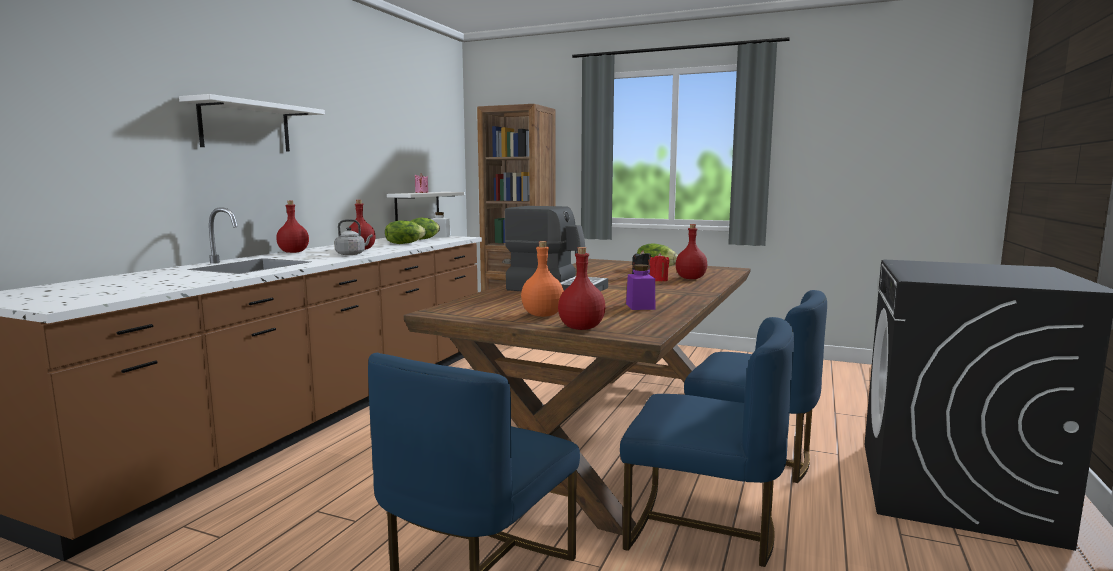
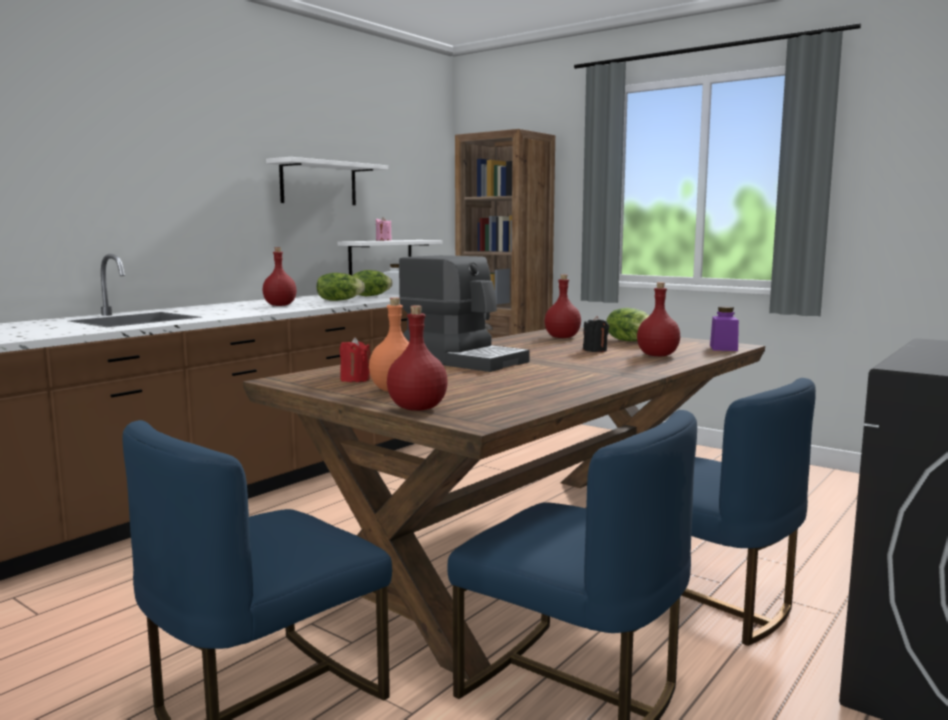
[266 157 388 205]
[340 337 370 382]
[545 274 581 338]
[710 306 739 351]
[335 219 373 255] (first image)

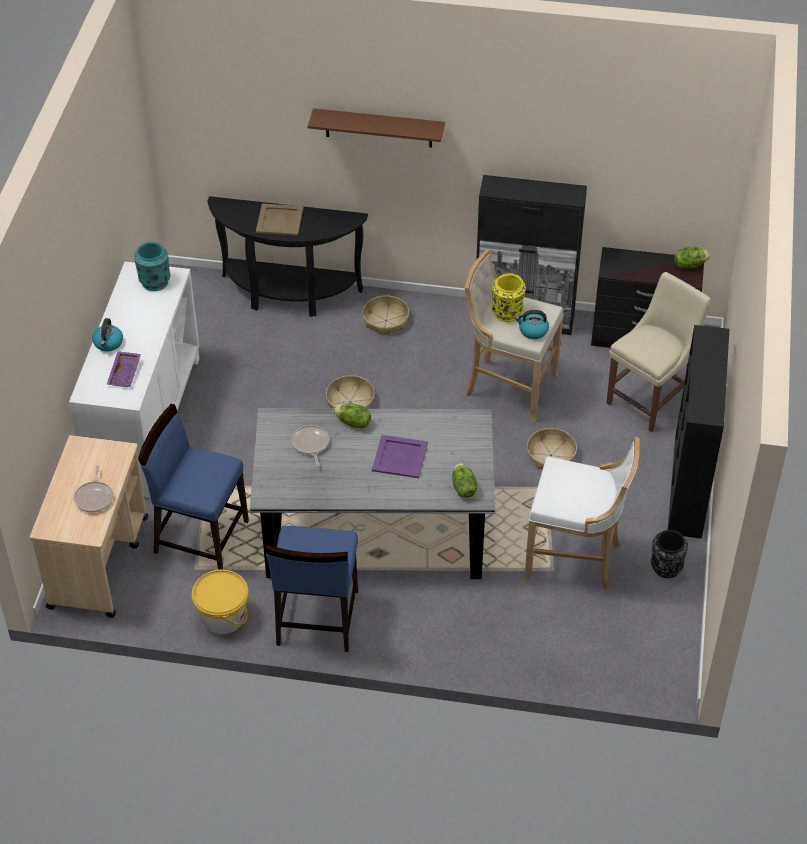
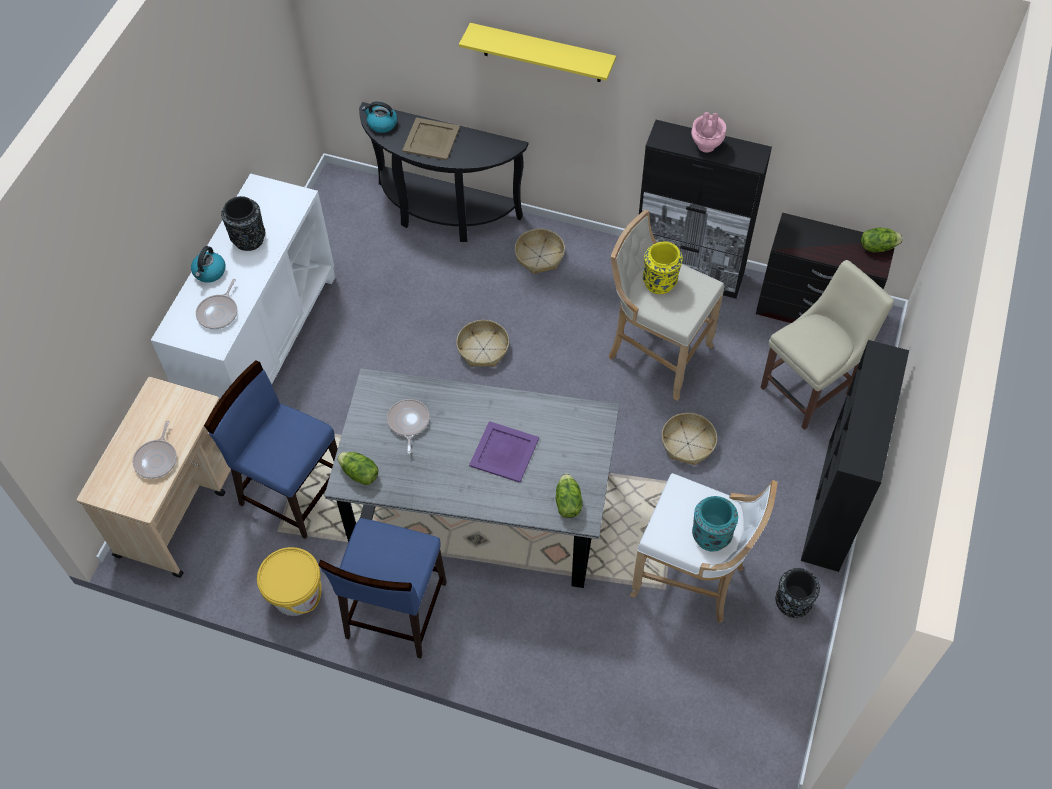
[196 279 237 329]
[221 196 265 251]
[337 452 379 485]
[362 101 397 133]
[459 23 616 82]
[691 112 726 152]
[692 496 738 551]

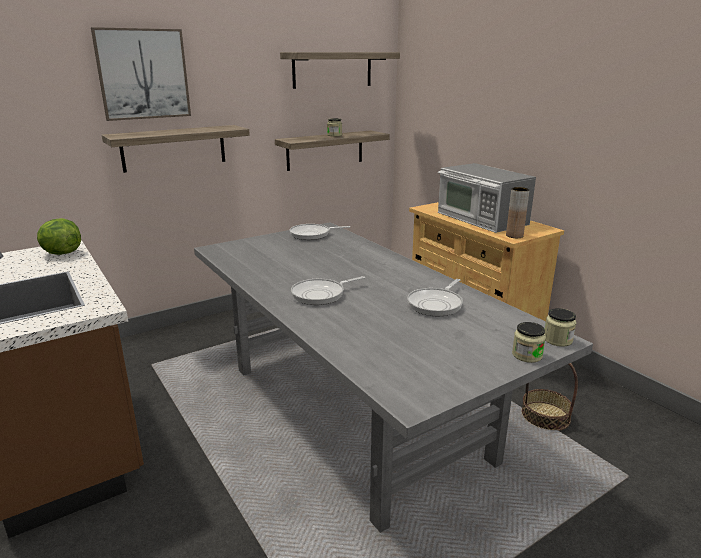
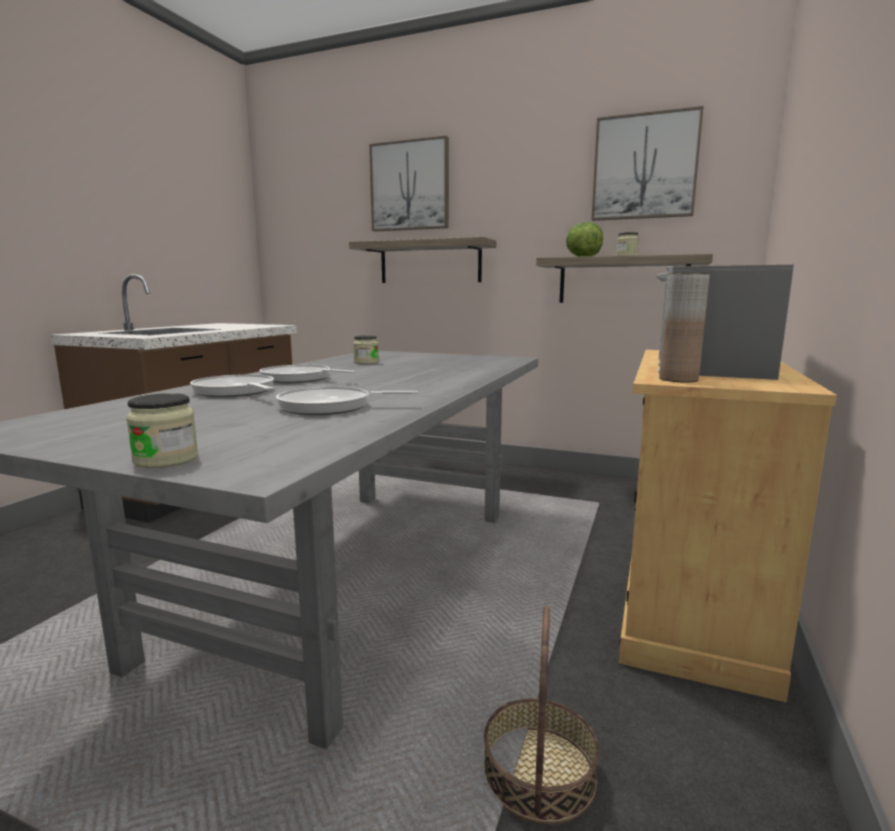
[190 374 274 397]
[353 335 379 364]
[566 222 603 257]
[592 106 704 221]

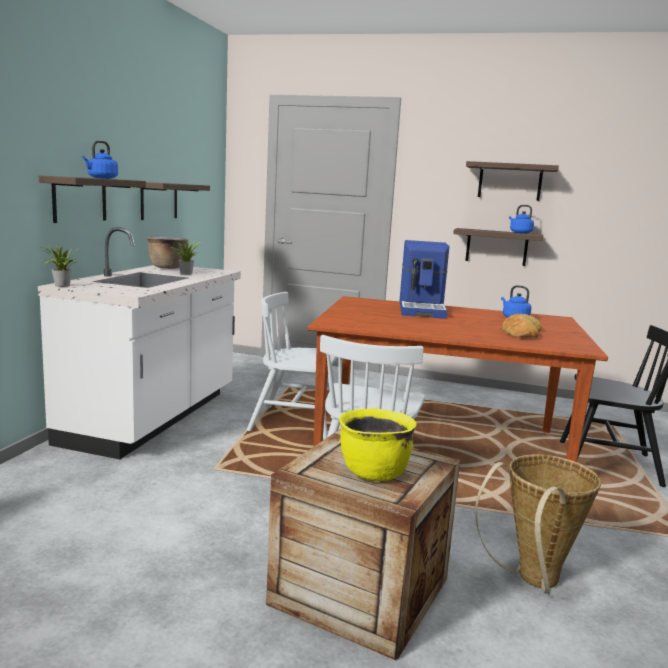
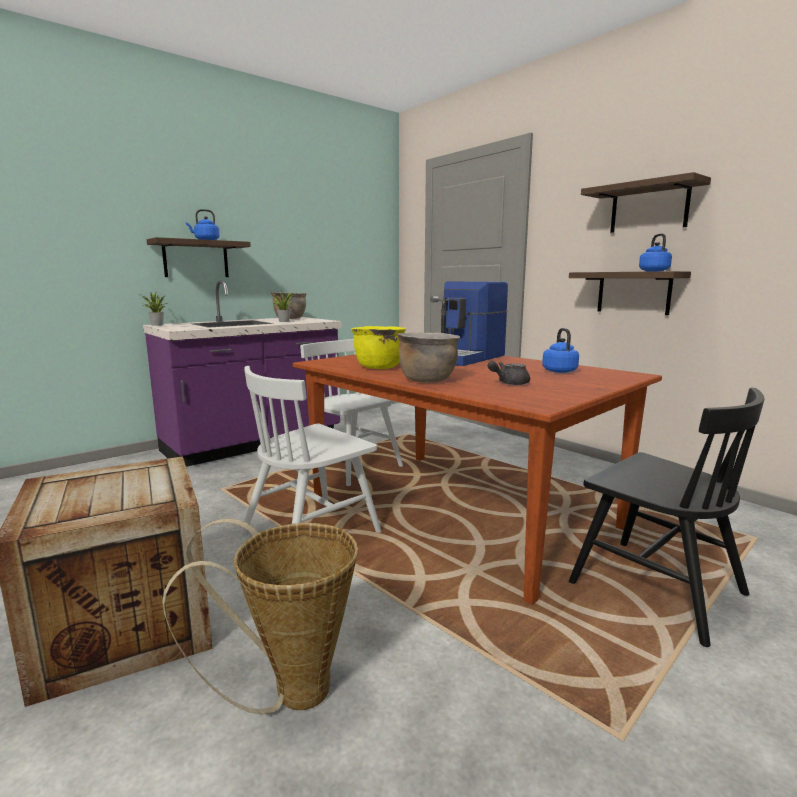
[143 281 342 467]
[351 326 406 369]
[397 333 460 383]
[488 361 530 385]
[133 182 210 220] (first image)

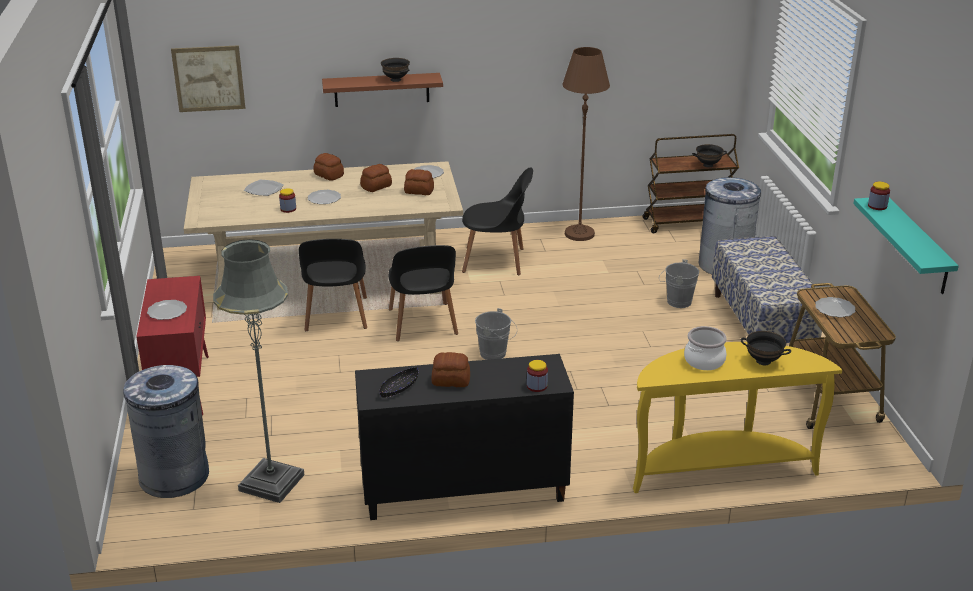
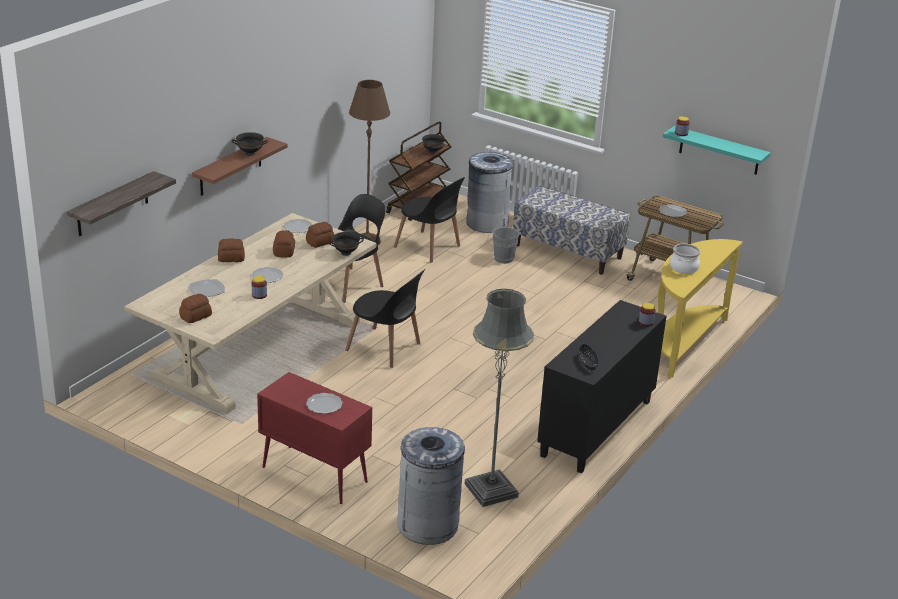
[67 171 176 236]
[179 294 212 323]
[329 232 364 256]
[394 177 465 263]
[475 308 517 360] (first image)

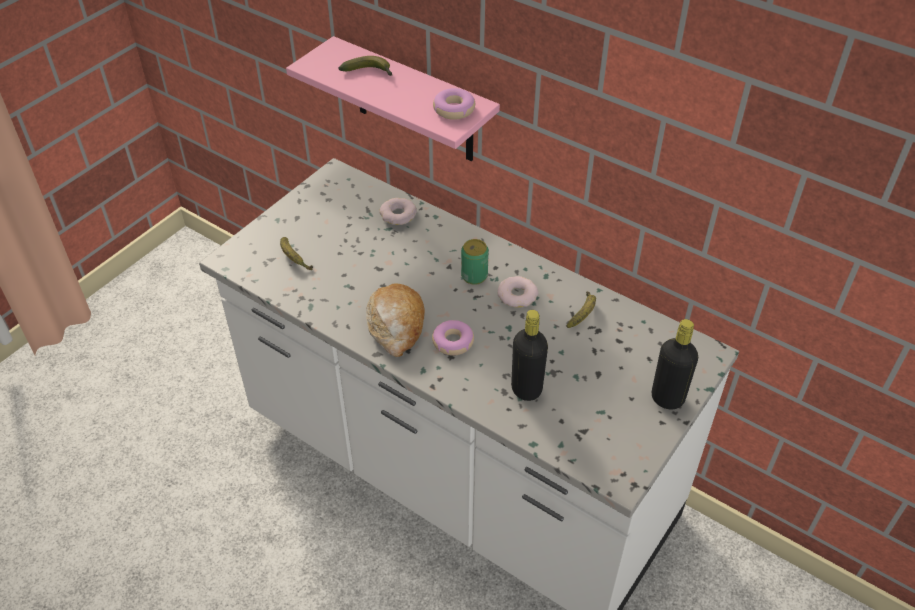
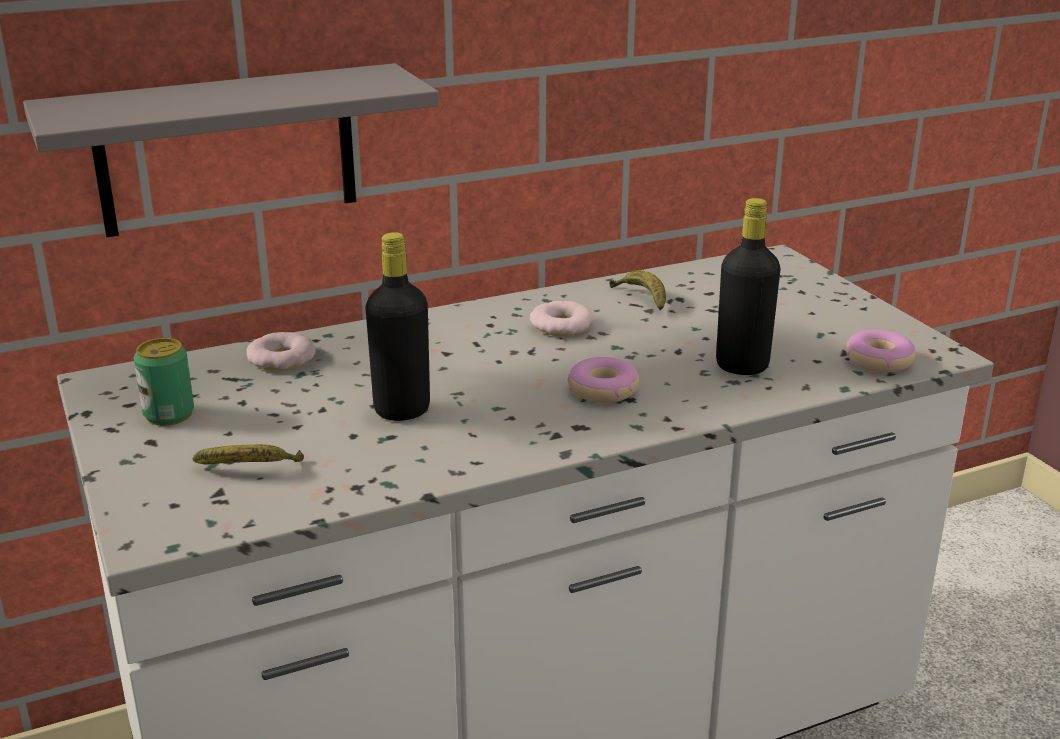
[23 63 439 237]
[134 338 194 426]
[366 232 430 421]
[846 330 916 373]
[338 56 393 76] (first image)
[366 283 425 357] (first image)

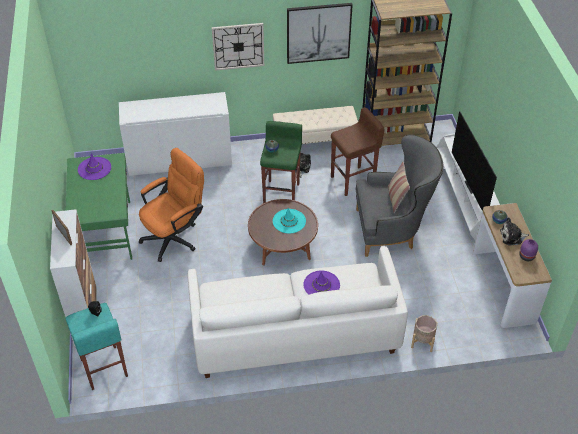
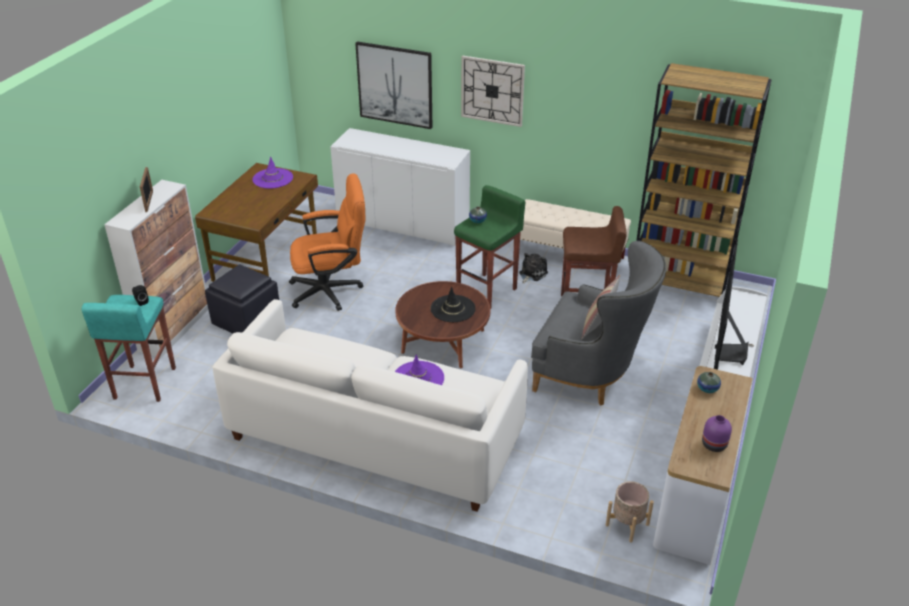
[195 163 318 282]
[205 264 279 333]
[355 41 432 129]
[431 287 476 322]
[606 481 654 542]
[500 217 529 246] (first image)

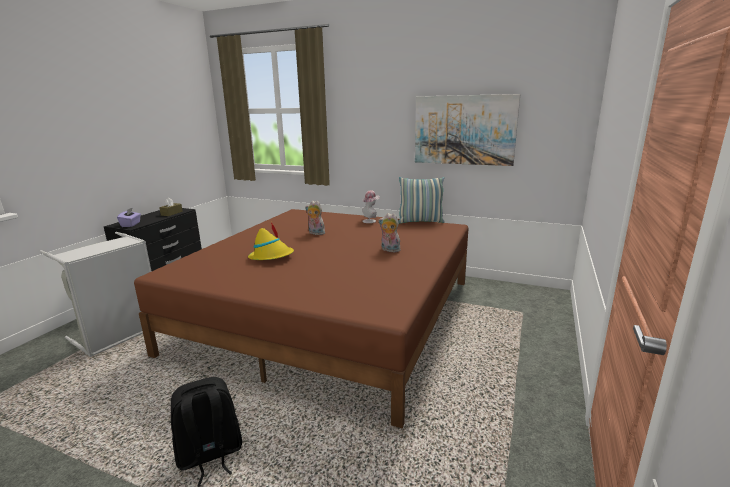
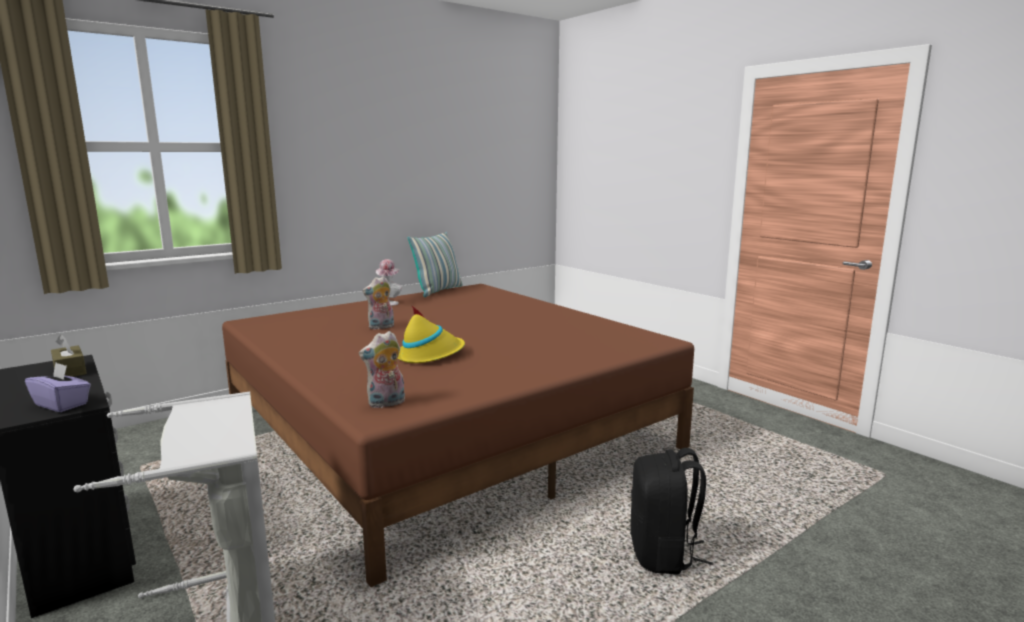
[359 331 405 408]
[415 94 520 166] (first image)

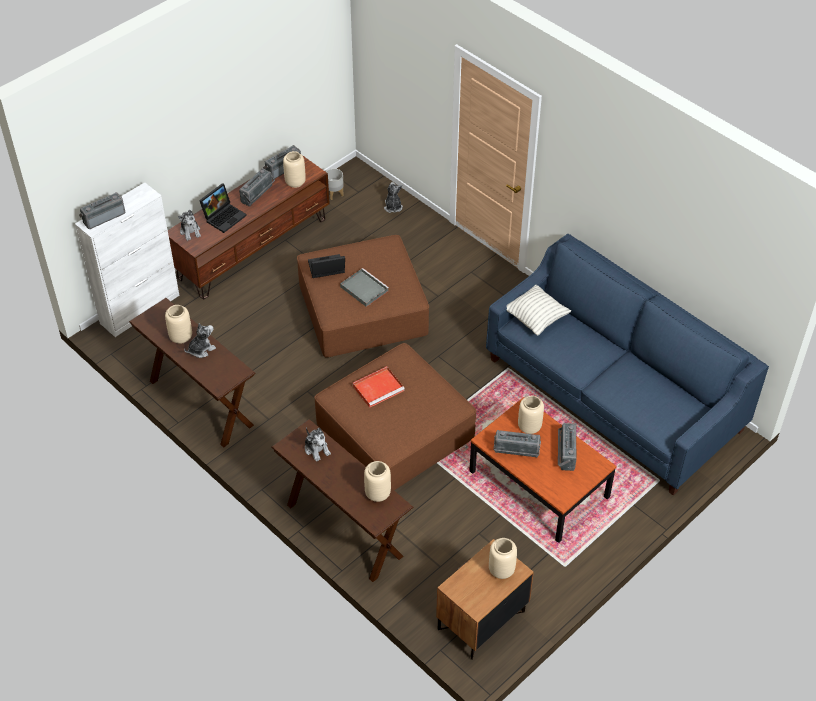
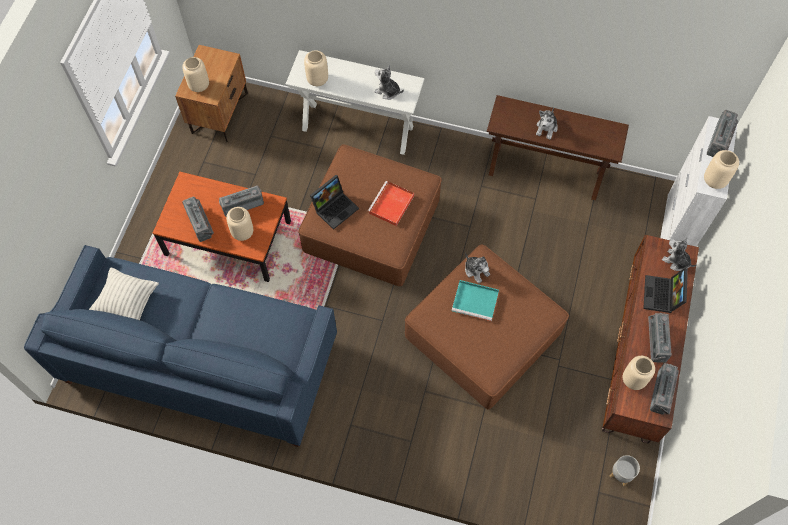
[89 268 159 320]
[285 50 425 155]
[310 175 359 230]
[452 280 499 321]
[465 252 490 283]
[704 150 739 189]

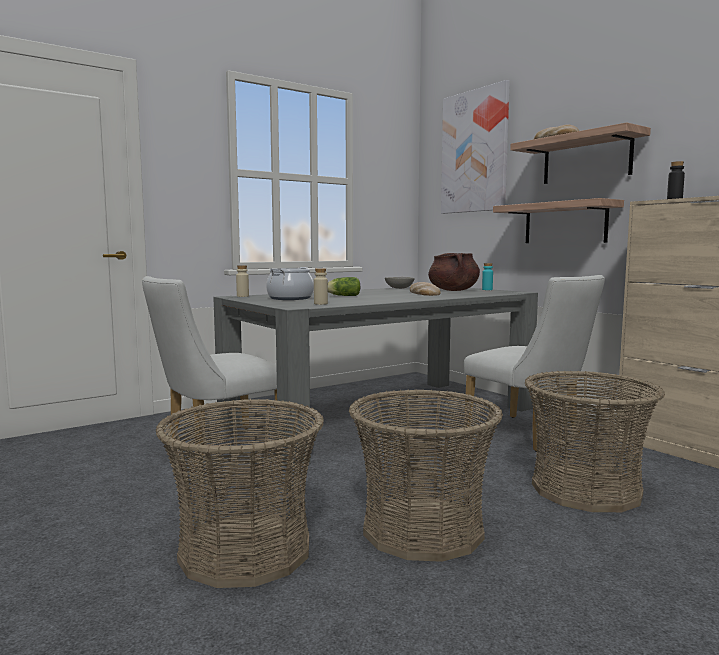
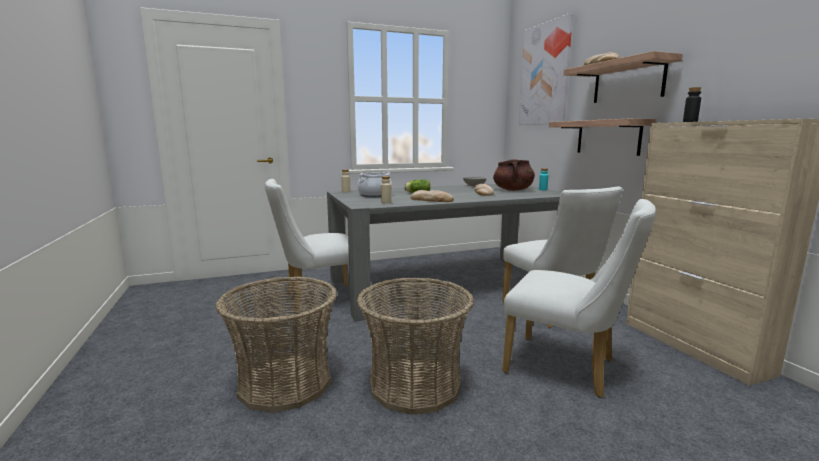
[411 190 454 202]
[502 199 656 398]

